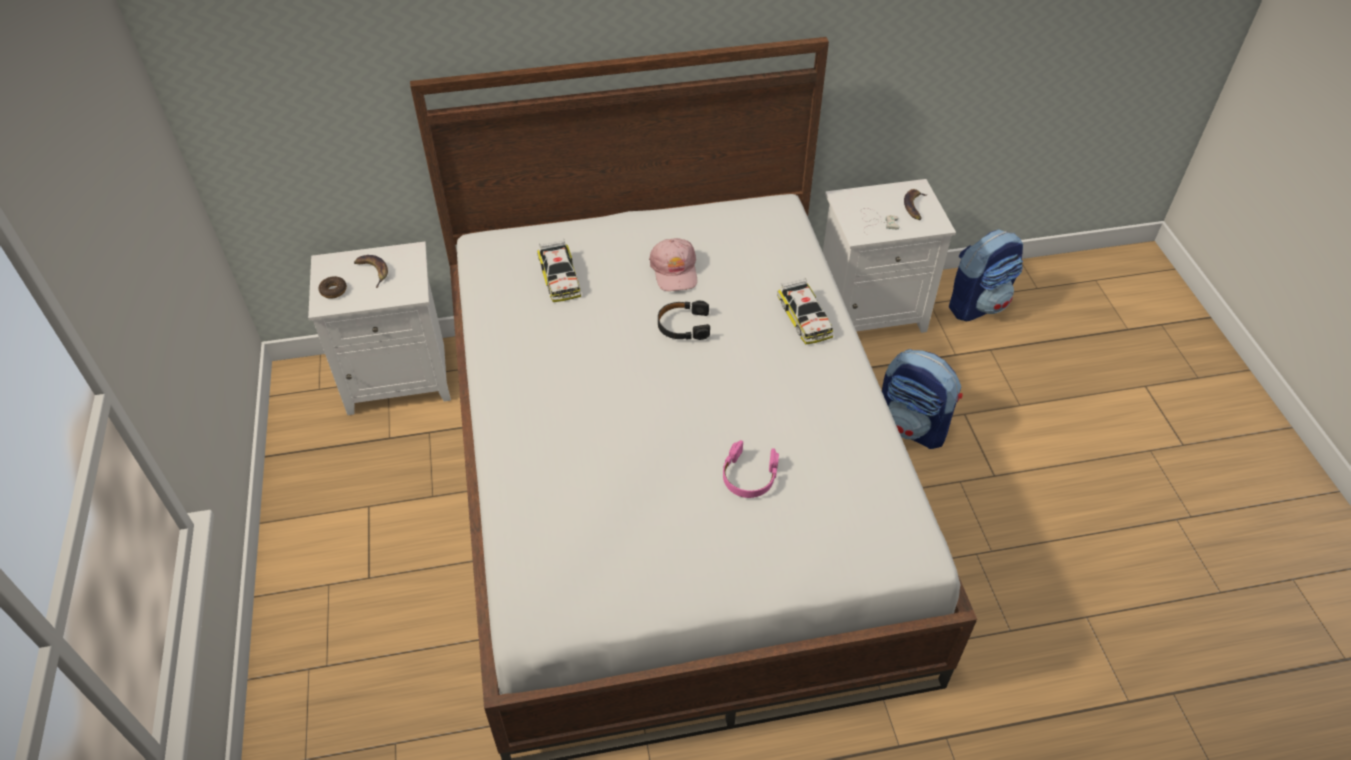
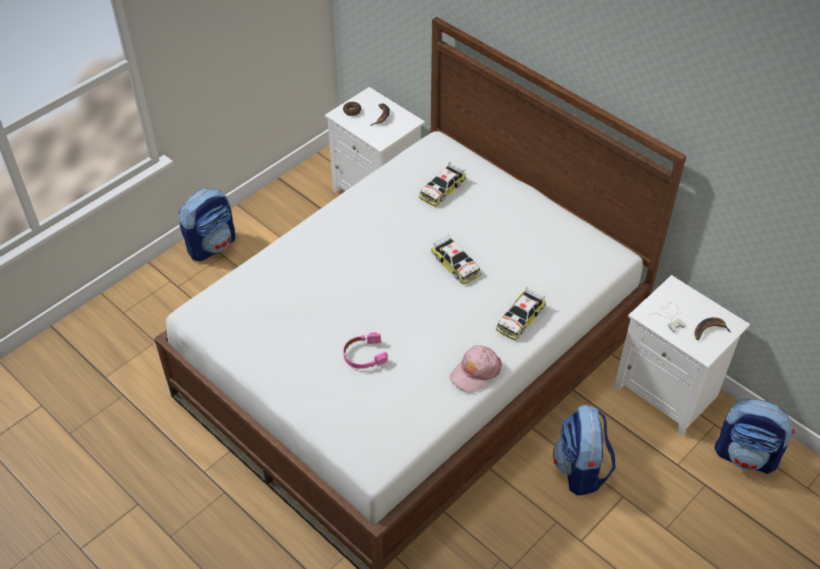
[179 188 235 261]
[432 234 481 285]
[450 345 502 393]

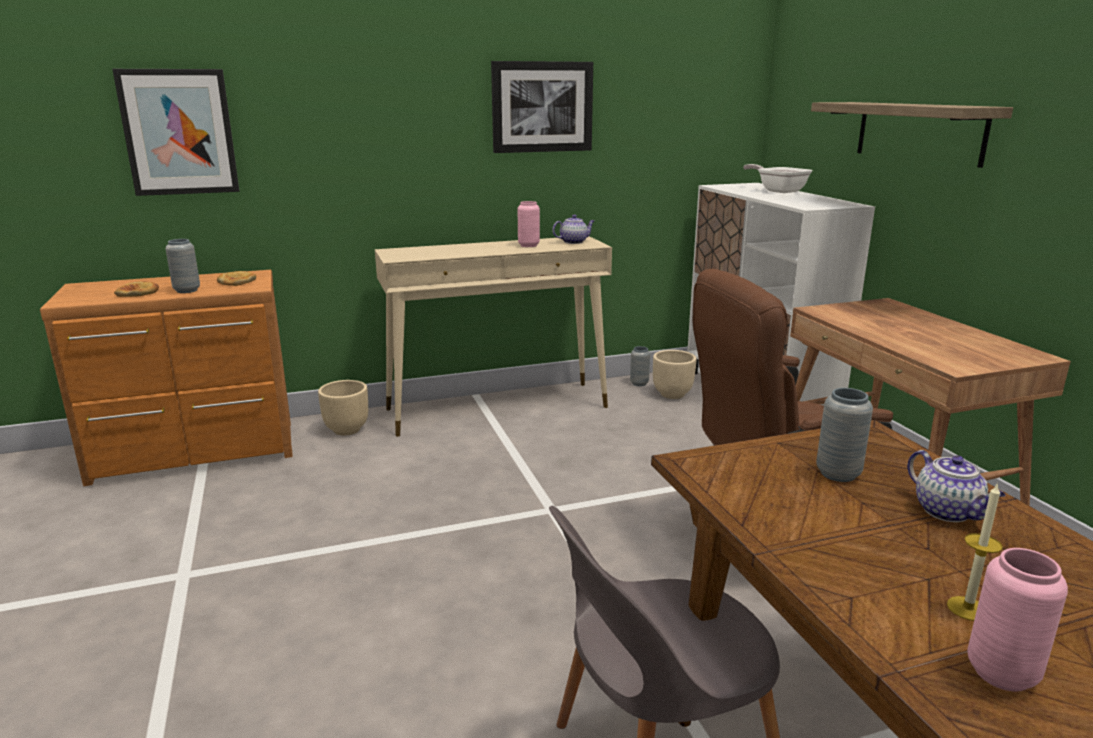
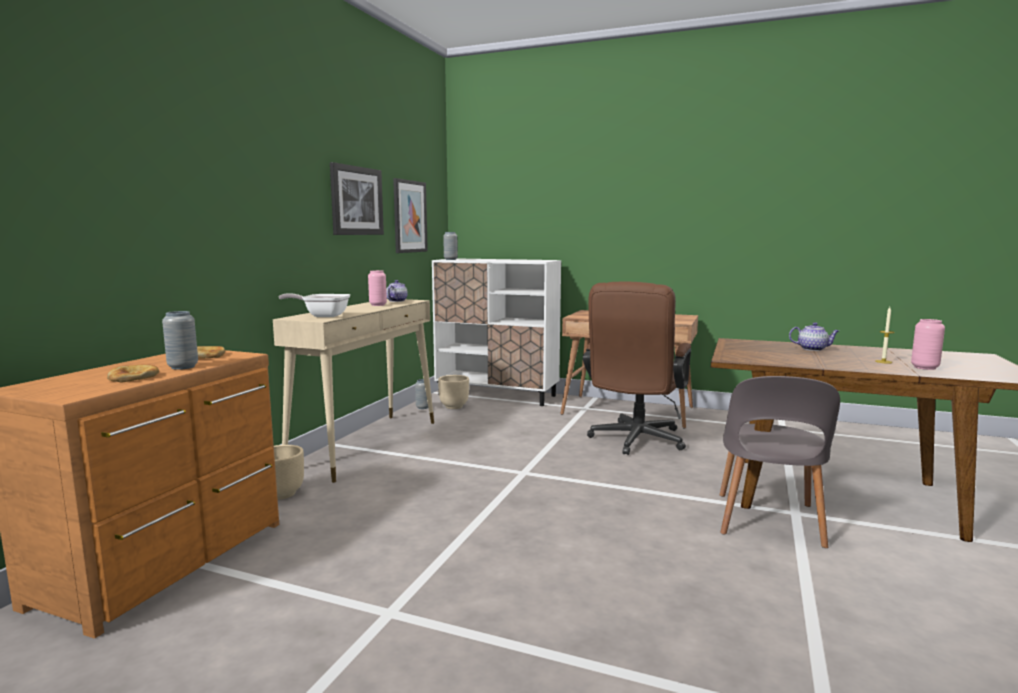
[279 293 350 317]
[393 178 428 253]
[443 232 458 260]
[811 102 1013 168] (first image)

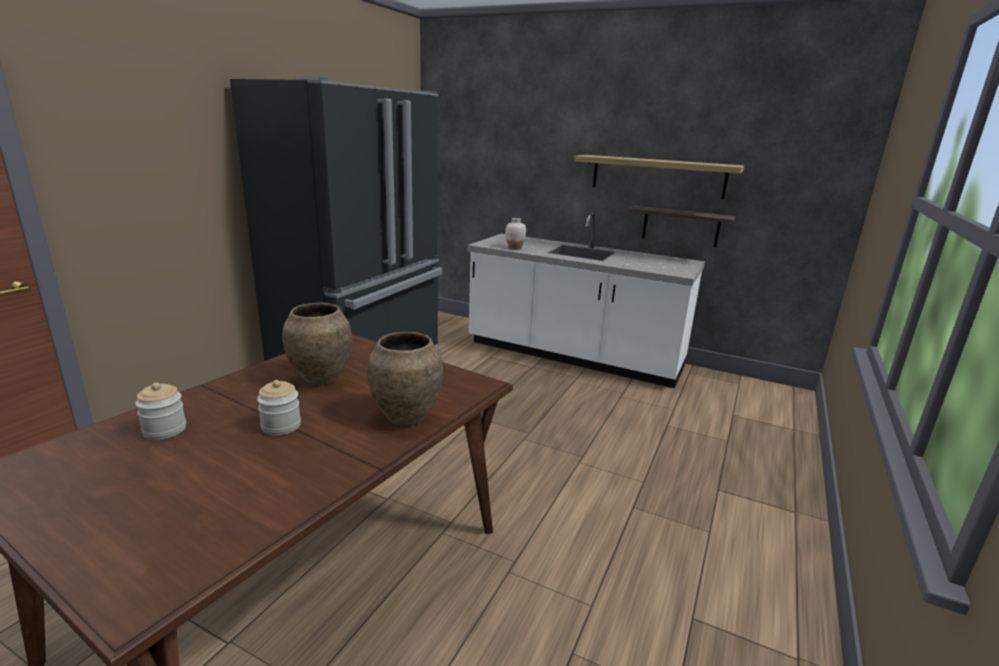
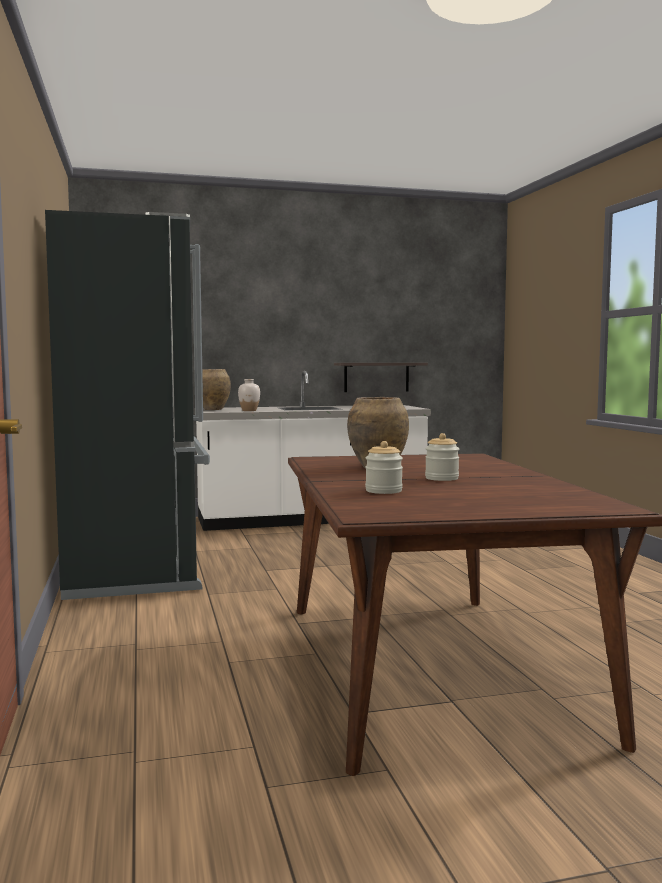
[202 369 231 410]
[574 155 744 199] (first image)

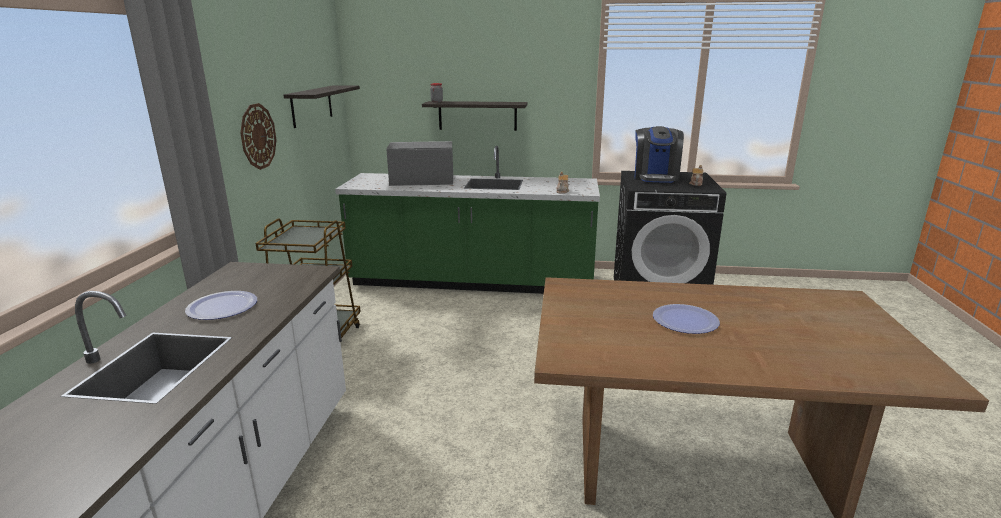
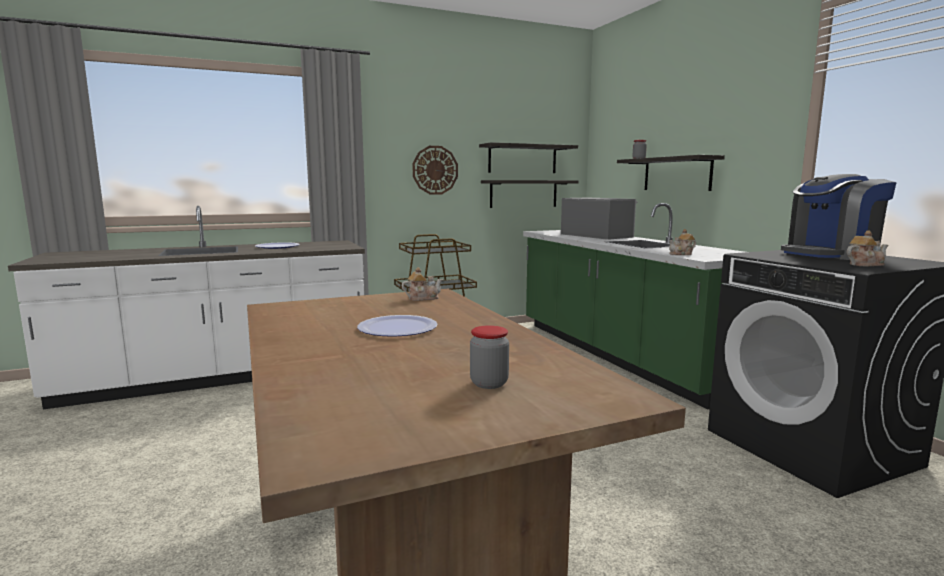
[402 267 443 301]
[470 325 509 389]
[481 180 578 208]

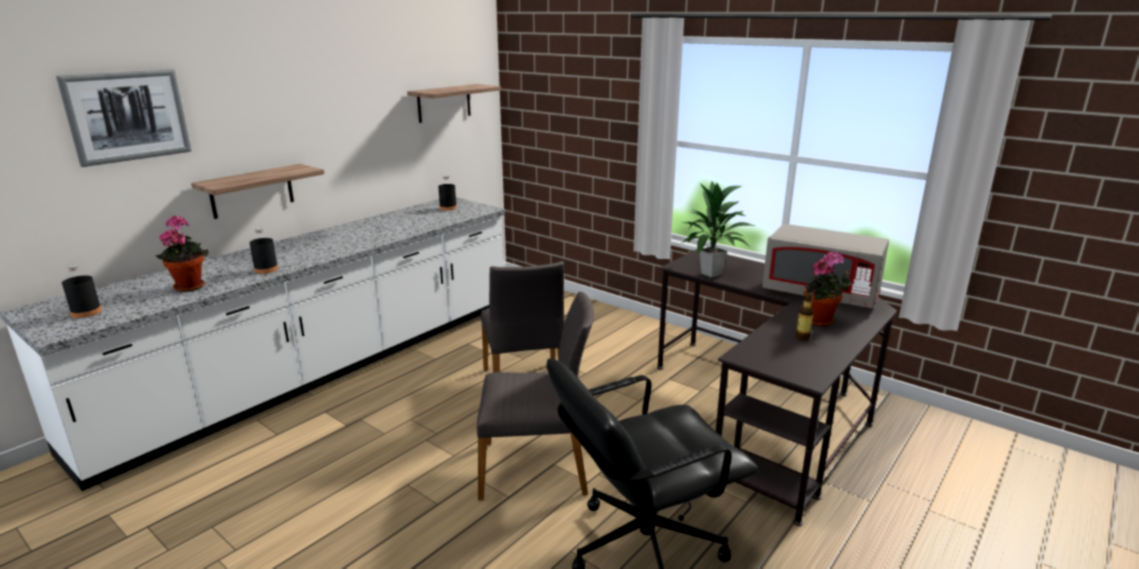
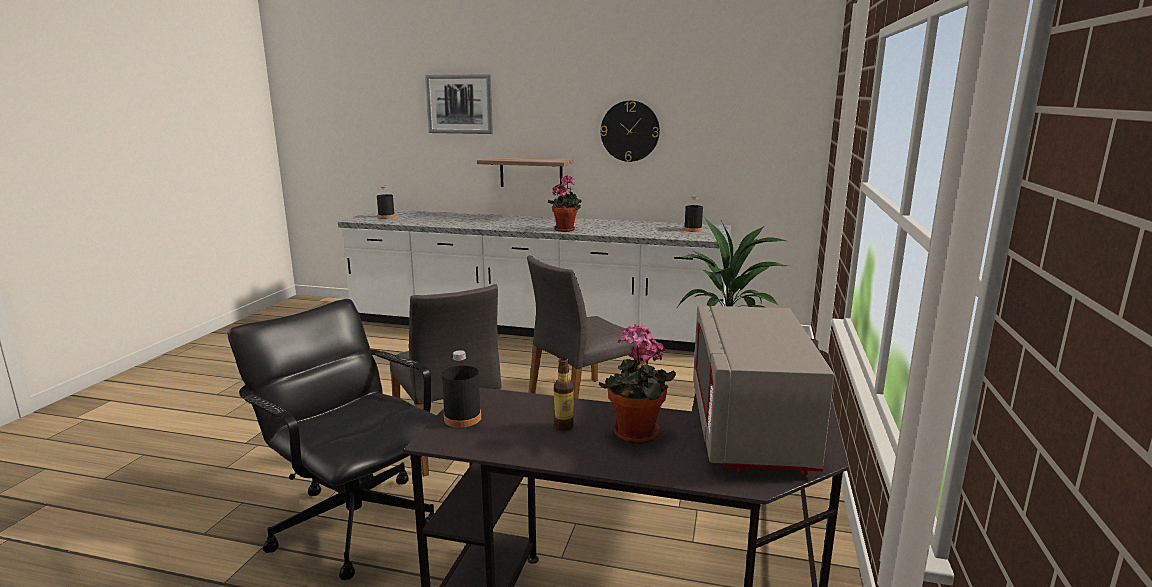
[442 350 481 428]
[548 175 582 232]
[601 101 660 162]
[407 84 501 123] (first image)

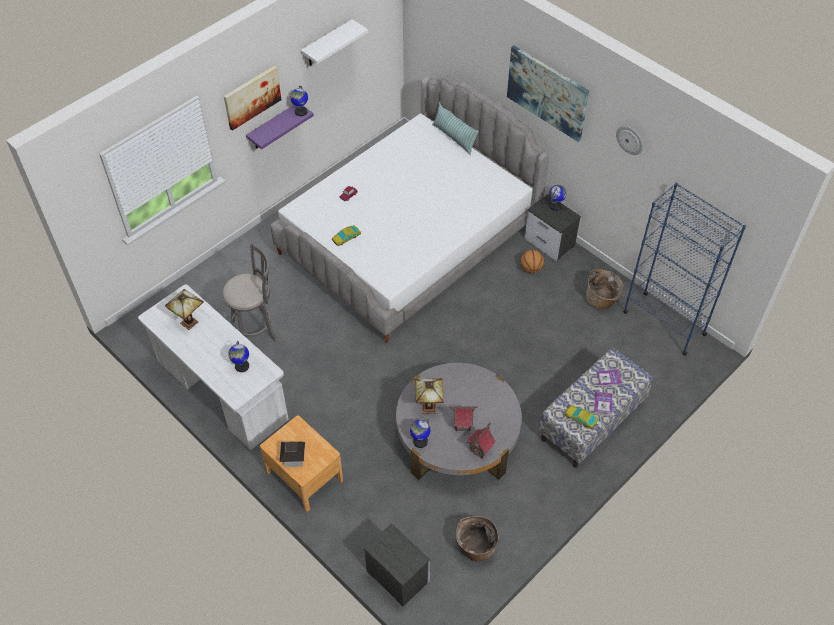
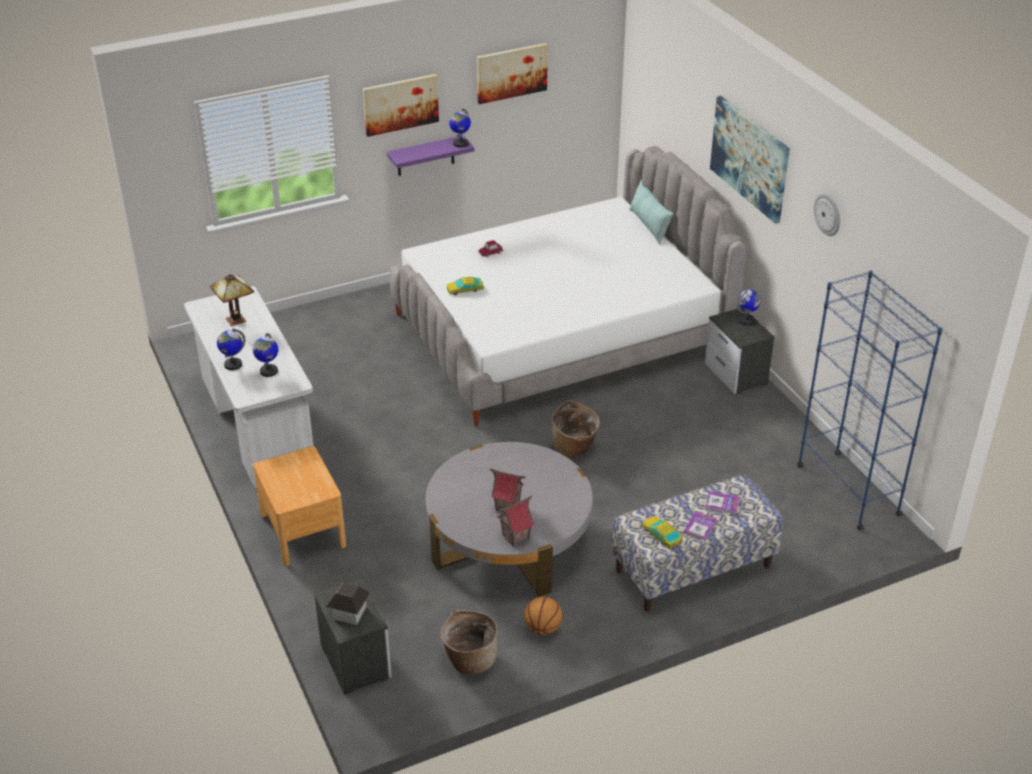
[217 328 245 370]
[326 583 370 625]
[477 43 548 104]
[524 596 562 635]
[552 400 600 457]
[223 243 277 342] (first image)
[415 378 444 414] (first image)

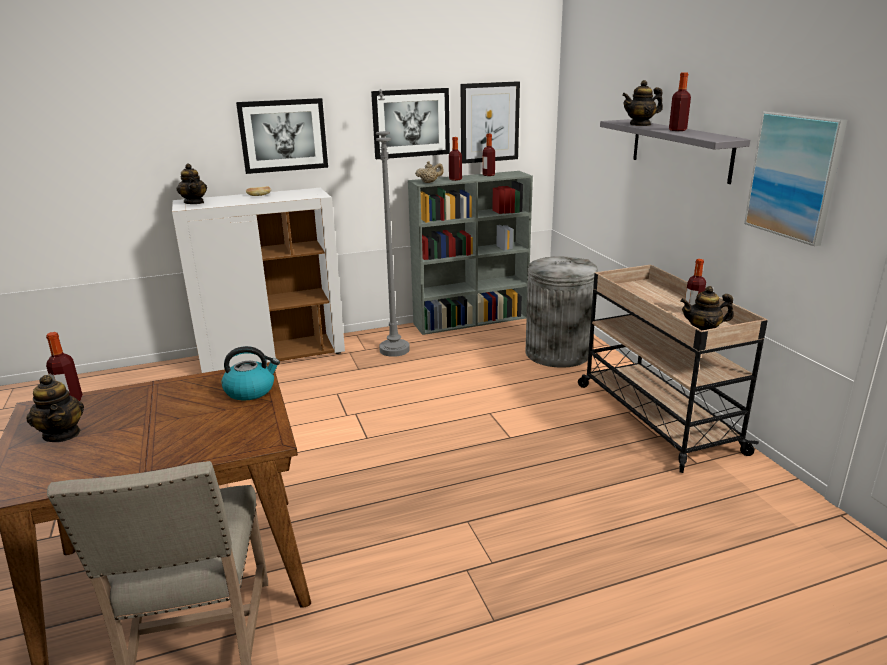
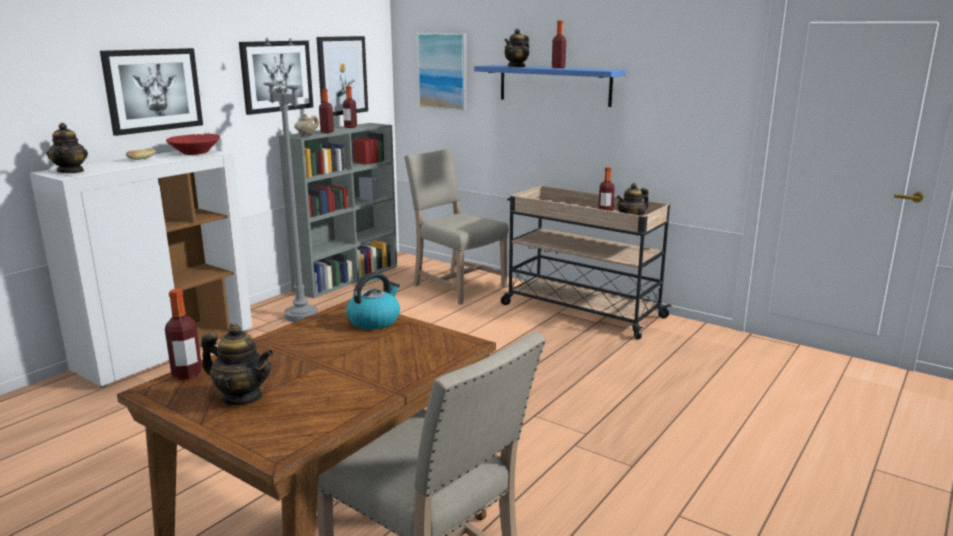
[47 123 88 173]
[166 134 220 155]
[404 149 509 305]
[417 33 467 110]
[474 65 626 107]

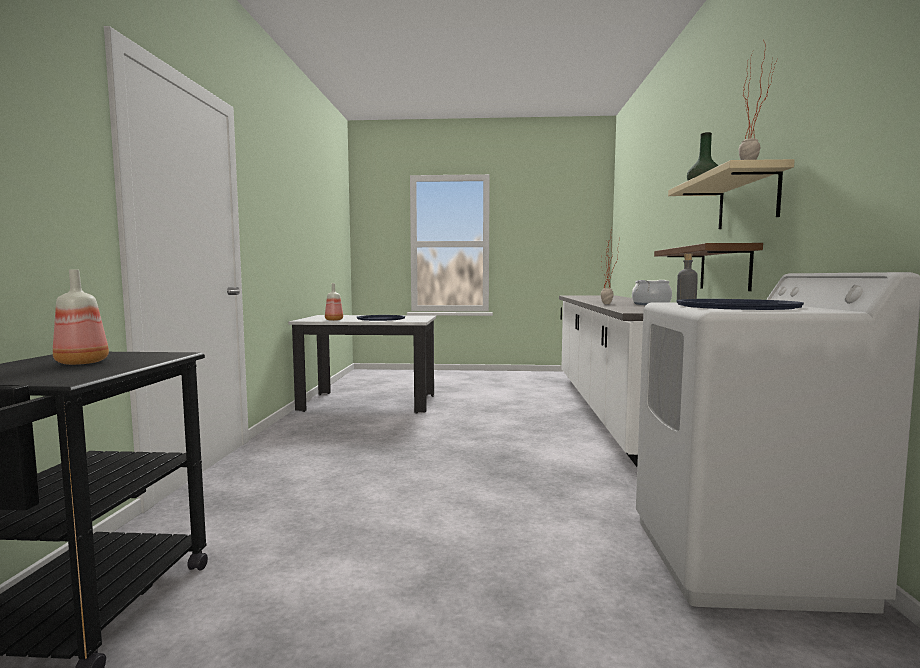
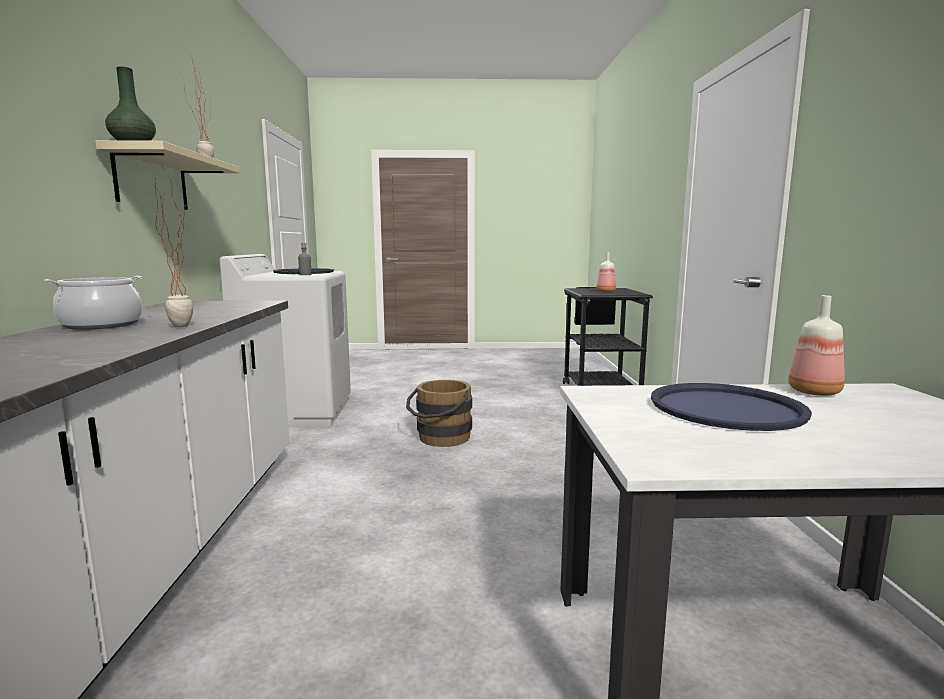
[406 380 472 447]
[654 243 763 291] (first image)

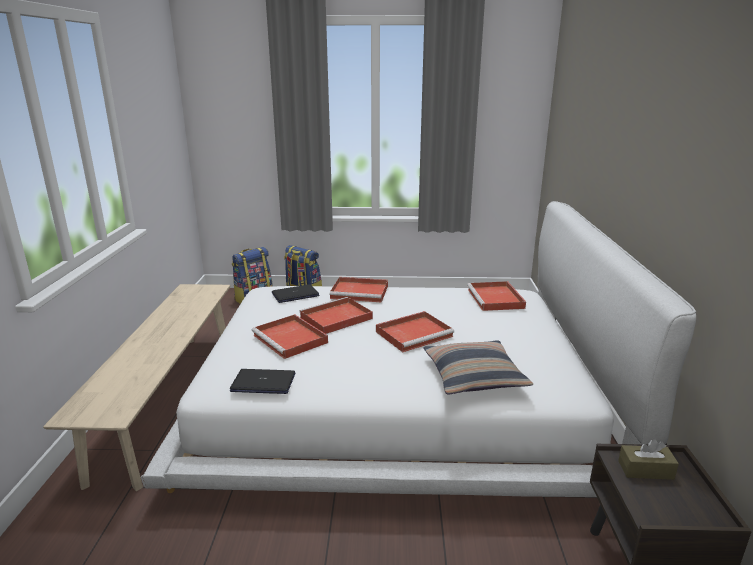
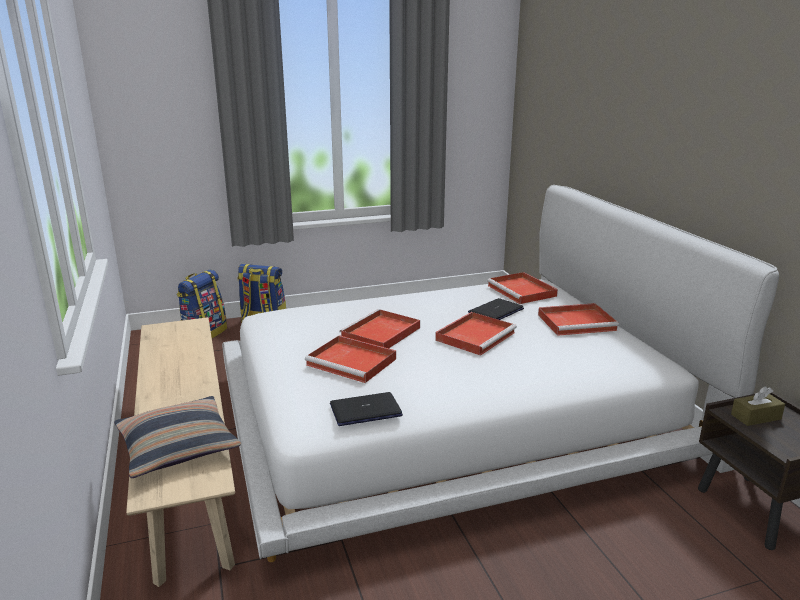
[114 396 241 478]
[468 298 524 320]
[538 303 619 336]

